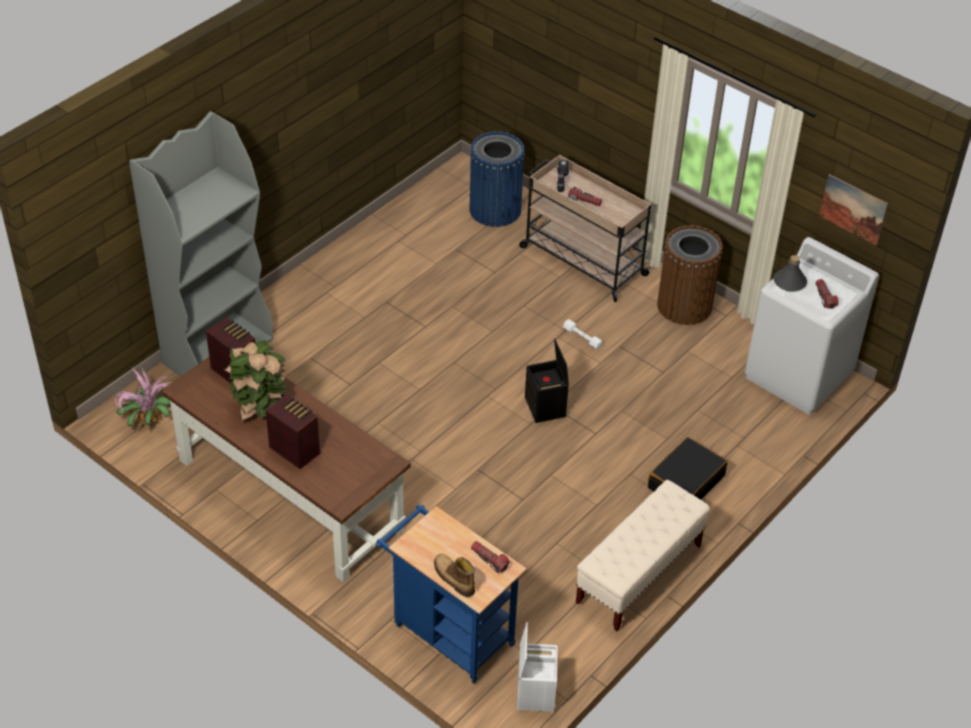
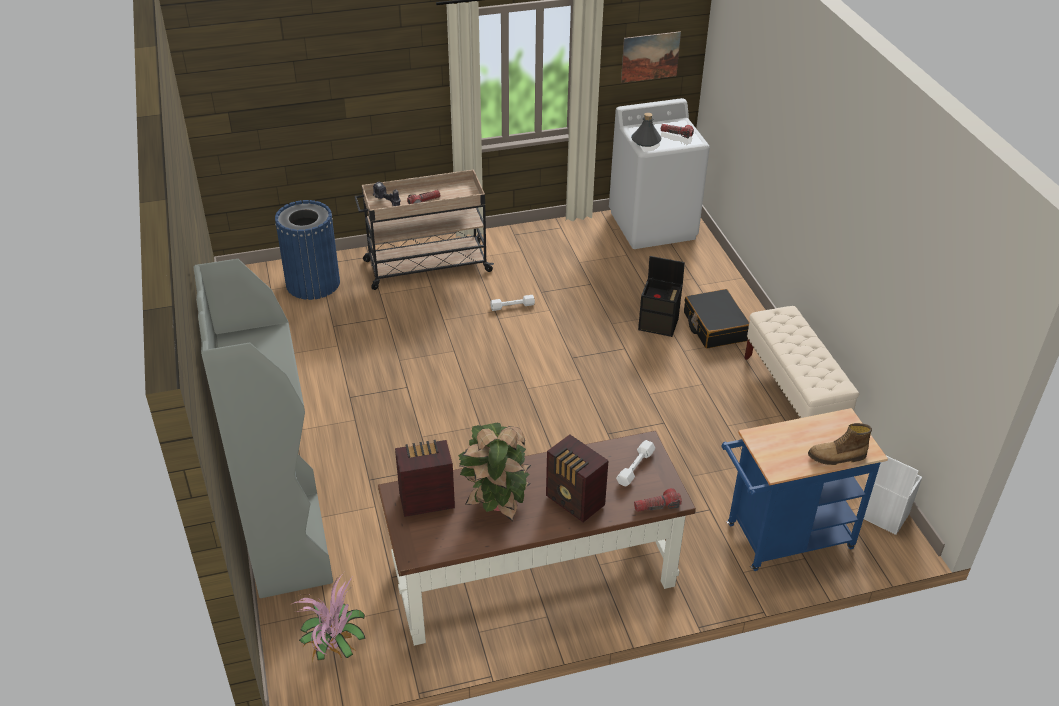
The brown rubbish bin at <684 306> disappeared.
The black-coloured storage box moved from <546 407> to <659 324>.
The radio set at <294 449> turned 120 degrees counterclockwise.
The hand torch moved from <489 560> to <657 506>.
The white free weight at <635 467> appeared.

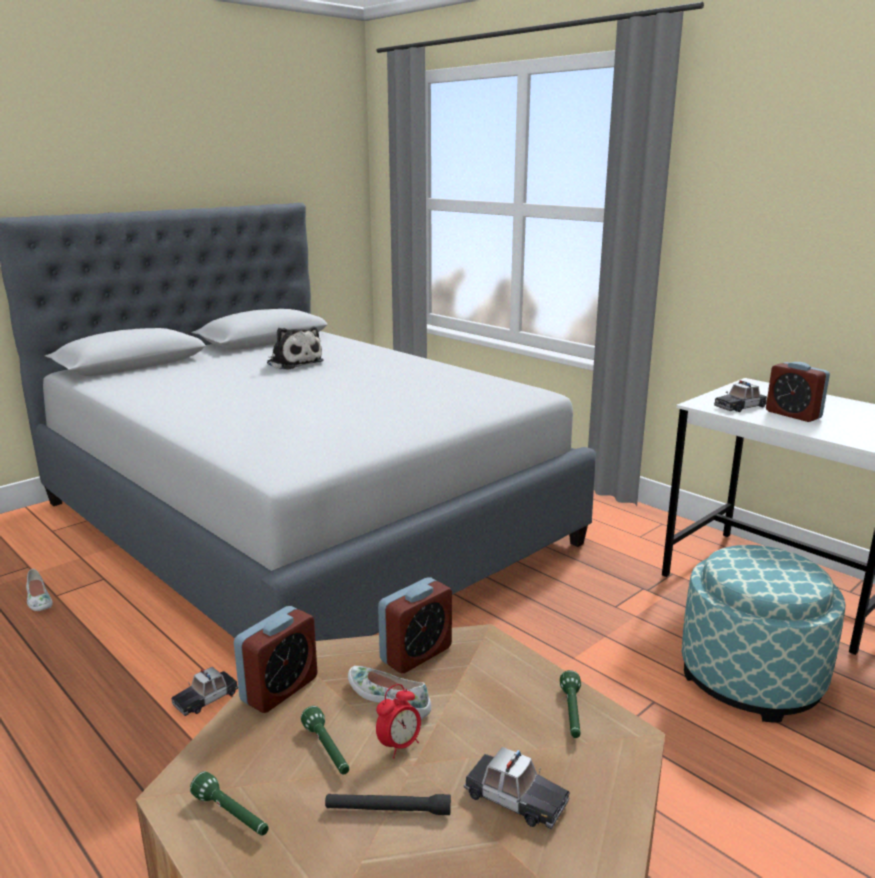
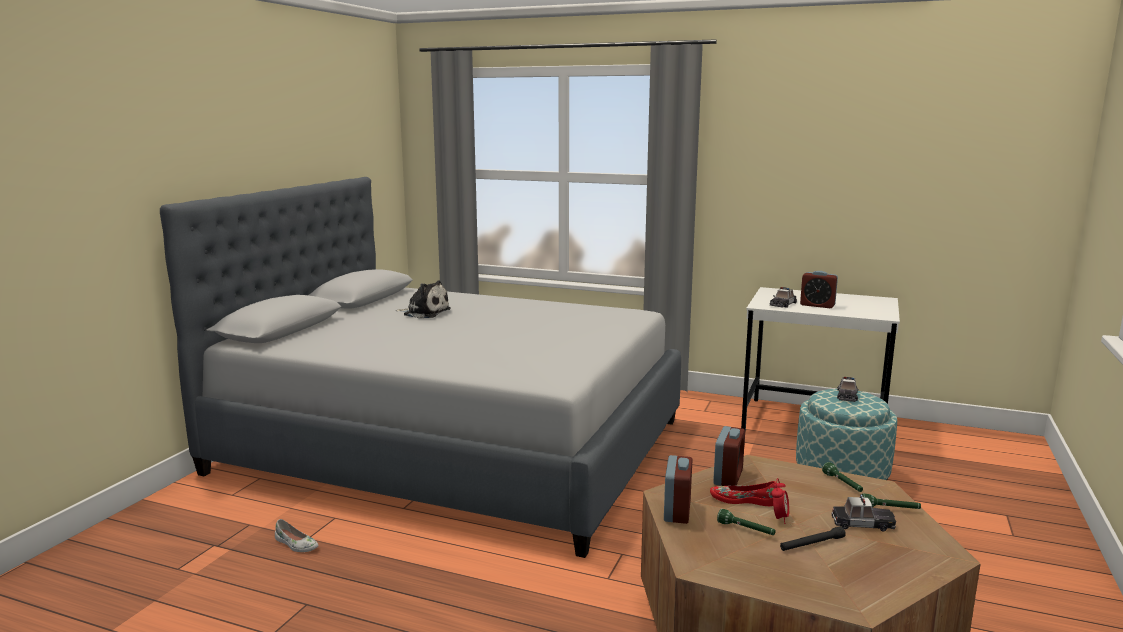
The white item of footwear at <389 697> became the red item of footwear at <743 500>.
The model car moved from <206 698> to <847 395>.
The green-coloured hand torch moved from <232 815> to <890 509>.

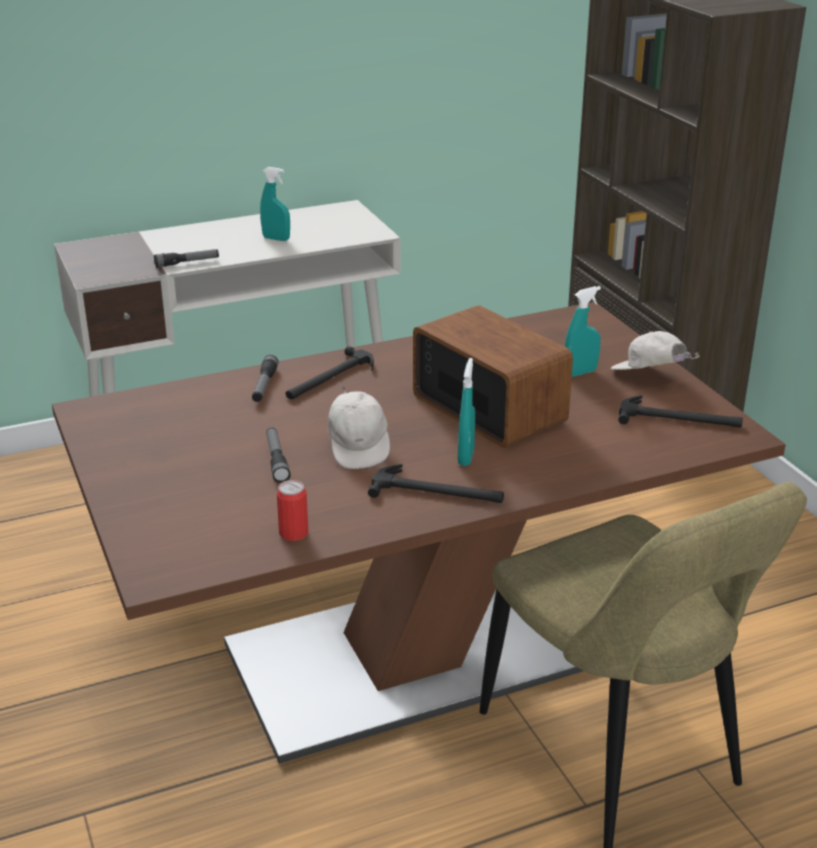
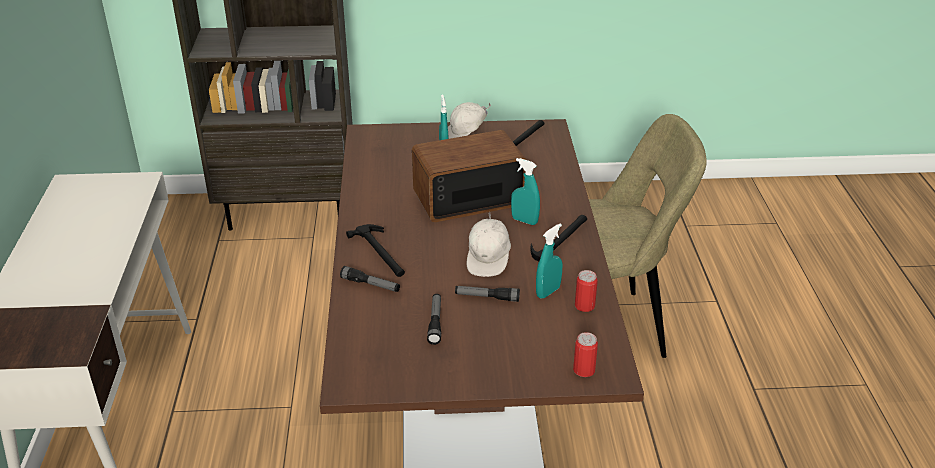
The turquoise sprayer moved from <276 239> to <548 292>.
The hand torch moved from <187 263> to <435 322>.
The white baseball cap at <359 447> turned 90 degrees clockwise.
The metal can at <584 370> appeared.

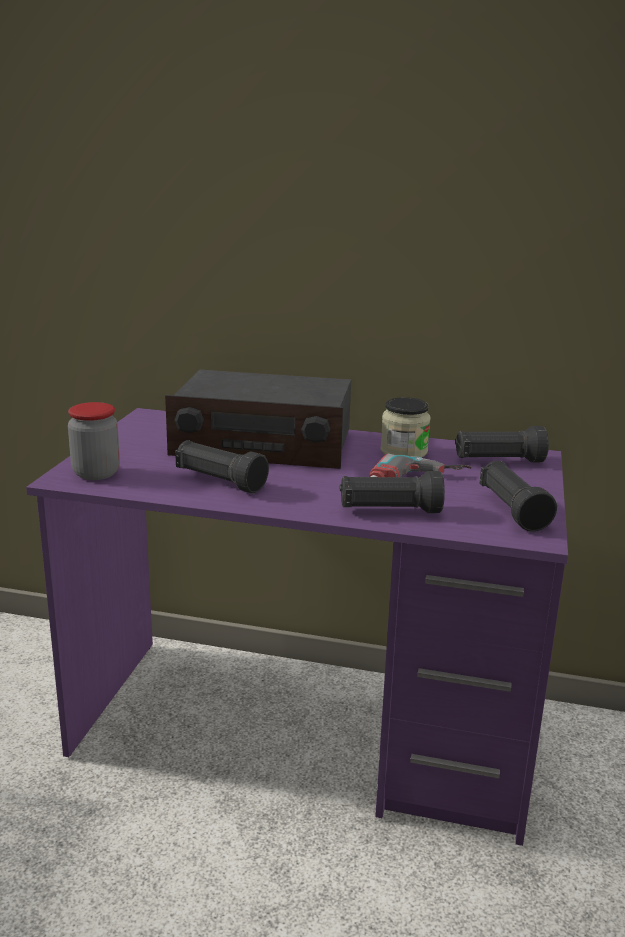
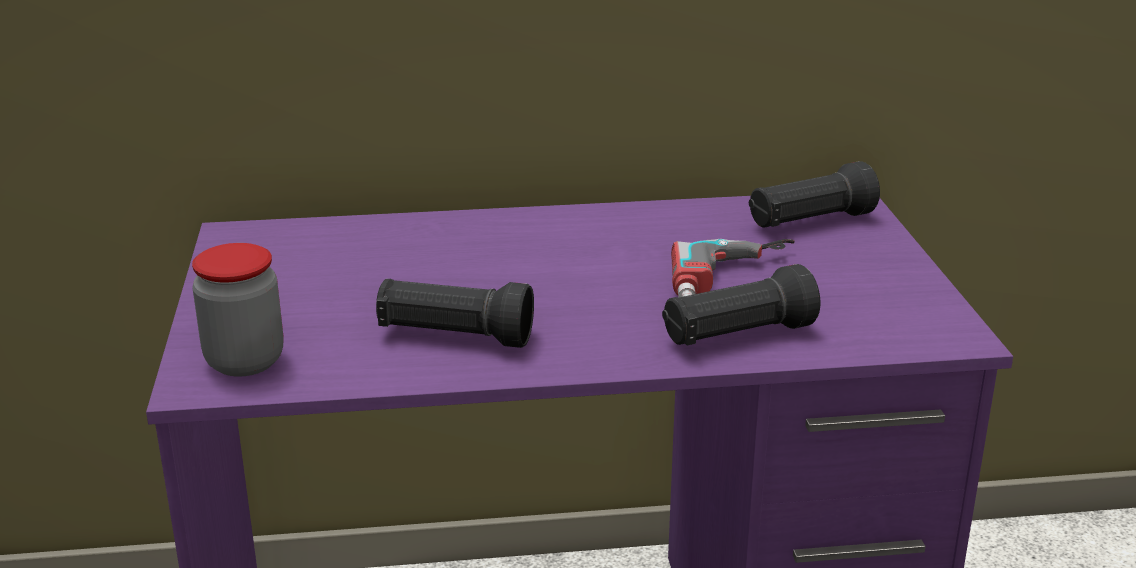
The radio set at <263 443> disappeared.
The preserve jar at <403 451> disappeared.
The black-coloured hand torch at <512 510> disappeared.

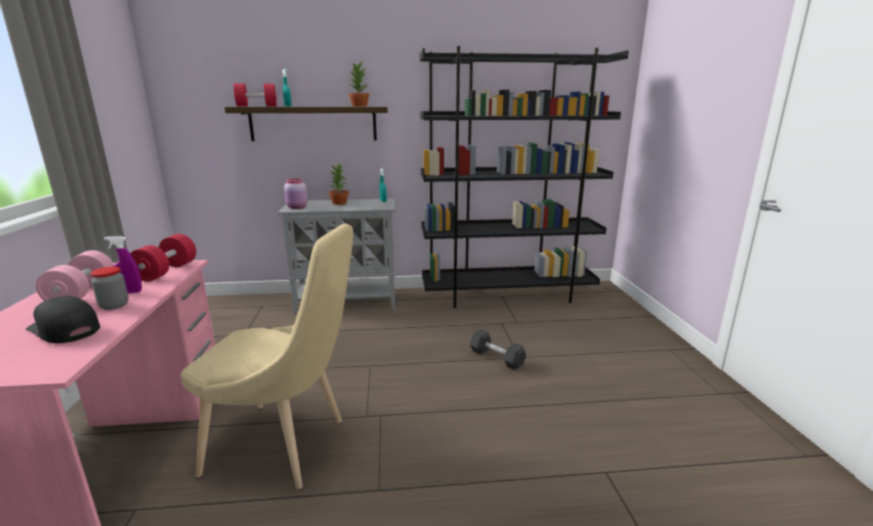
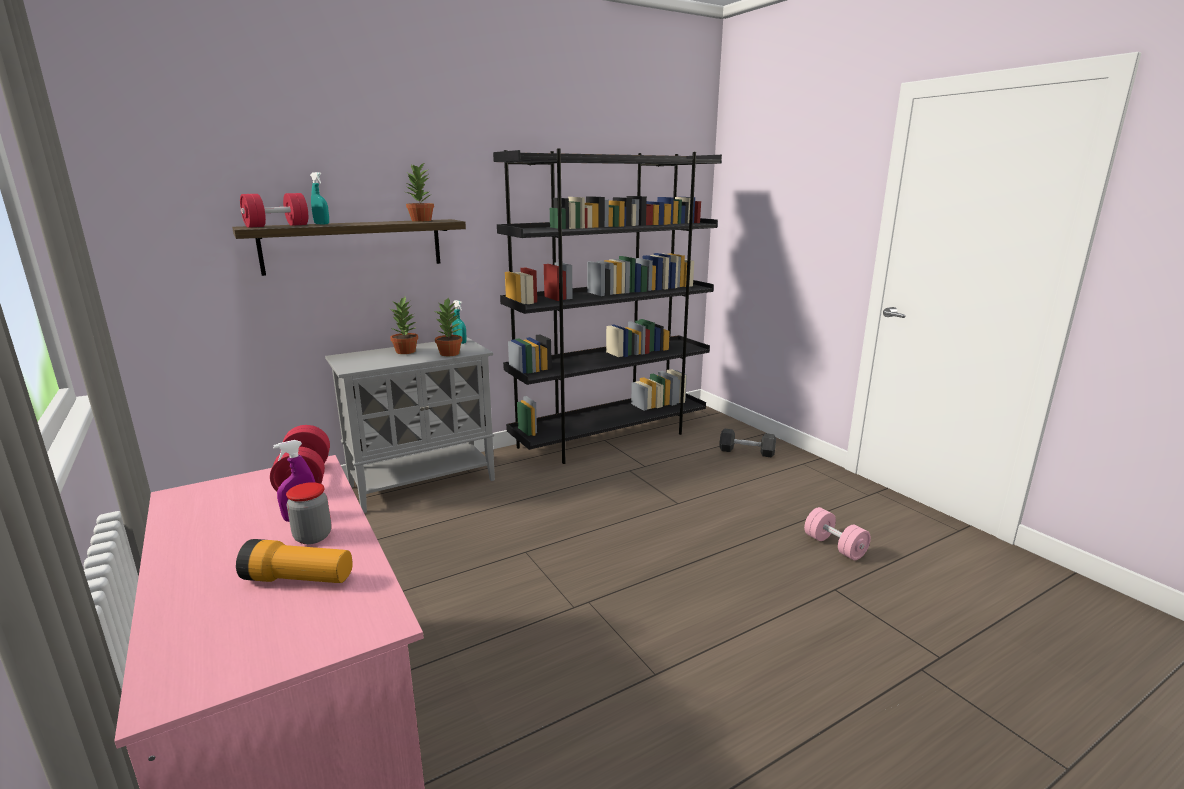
The pink preserve jar at <297 207> disappeared.
The beige chair at <285 446> disappeared.
The pink free weight moved from <82 293> to <834 546>.
The black-coloured baseball cap at <65 329> was replaced by the hand torch at <299 579>.
The black-coloured free weight moved from <496 358> to <746 451>.
The houseplant at <450 353> appeared.

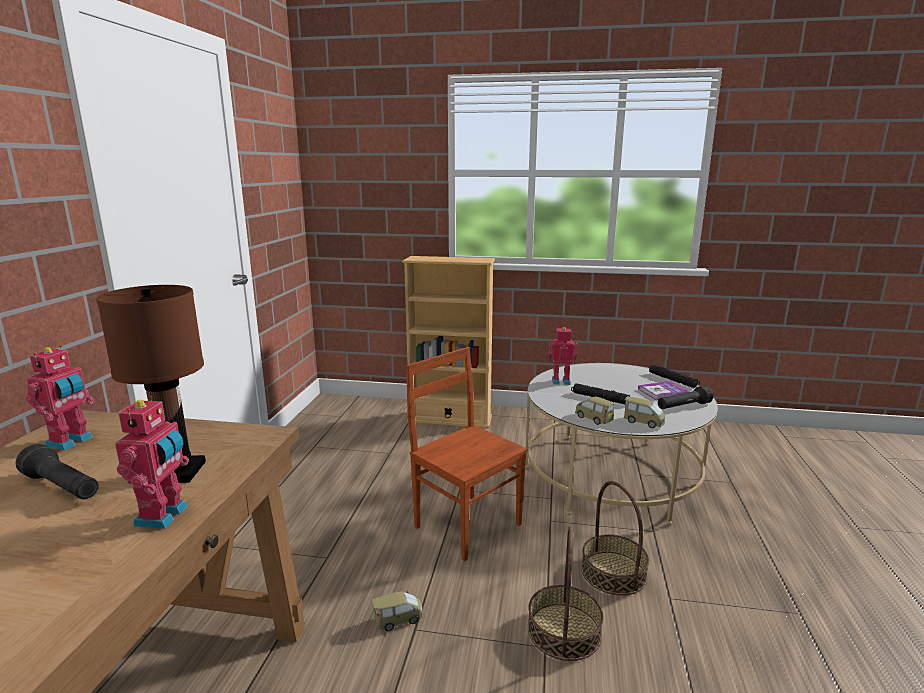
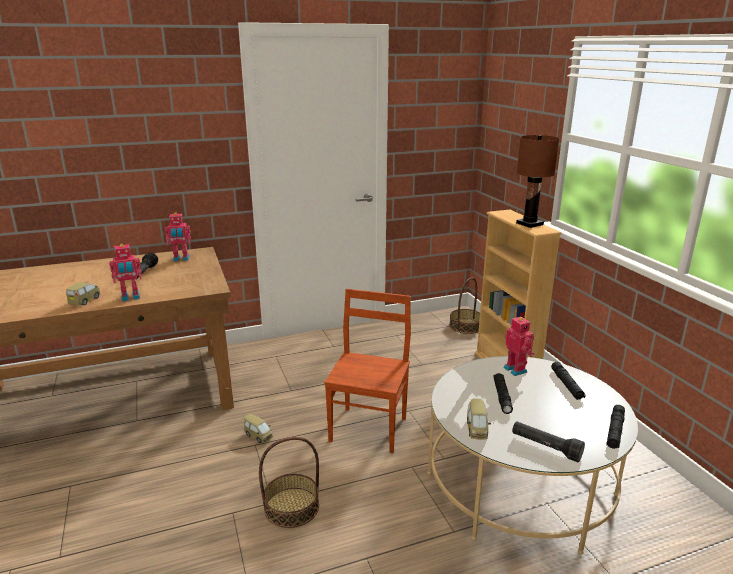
The brown tabletop lamp moved from <178 471> to <530 224>.
The bound book at <663 392> disappeared.
The model car moved from <593 418> to <85 300>.
The household basket moved from <613 572> to <465 326>.
The black-coloured hand torch at <566 385> appeared.

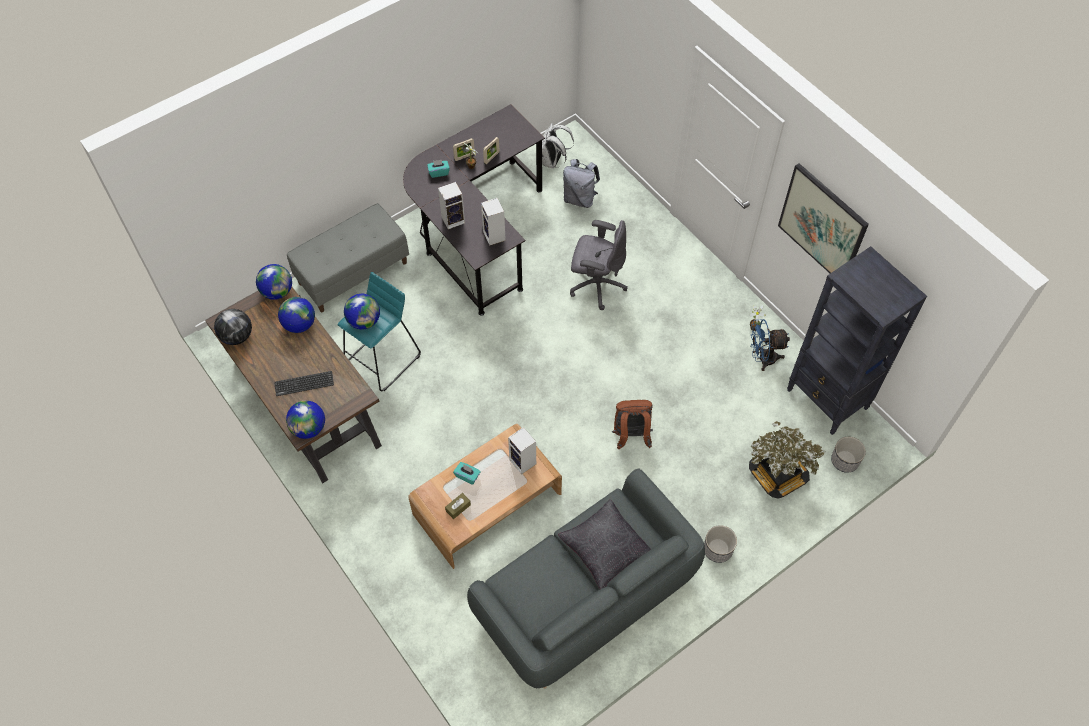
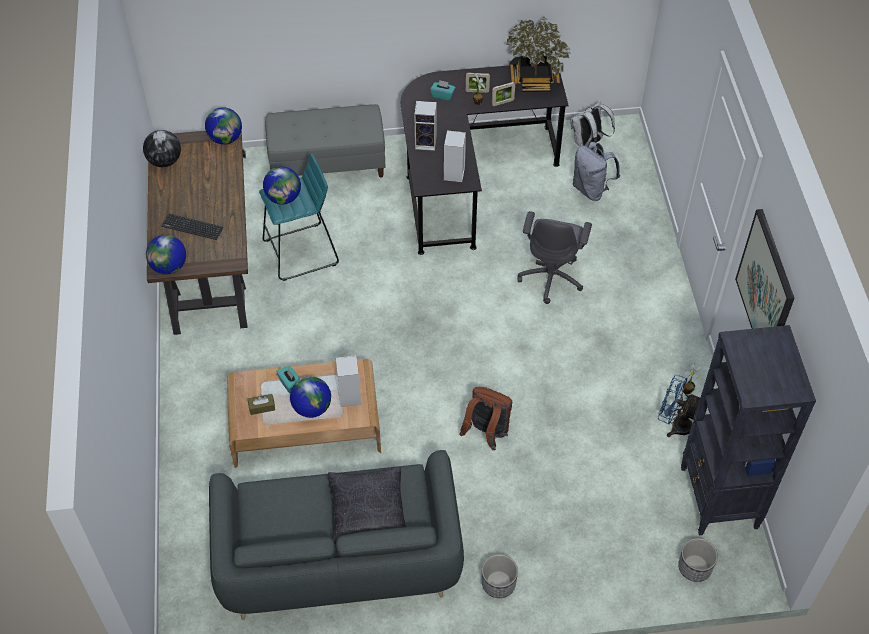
The grey computer chair at <596 285> turned 60 degrees clockwise.
The desk globe moved from <299 324> to <311 408>.
The houseplant moved from <777 474> to <534 80>.

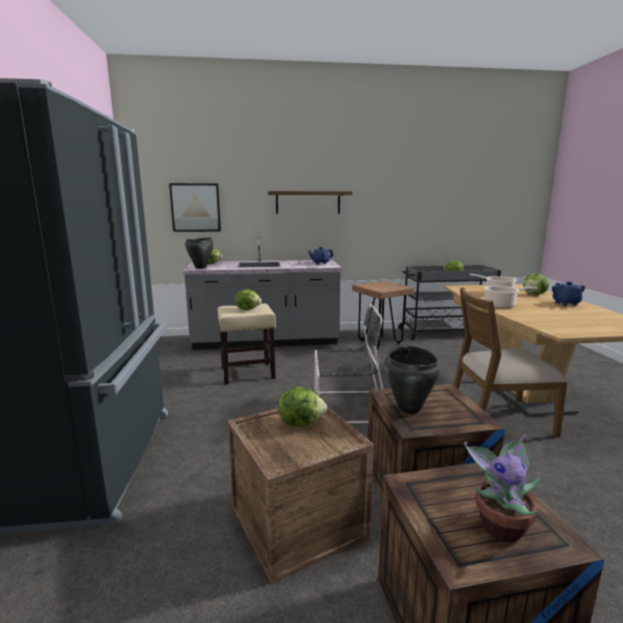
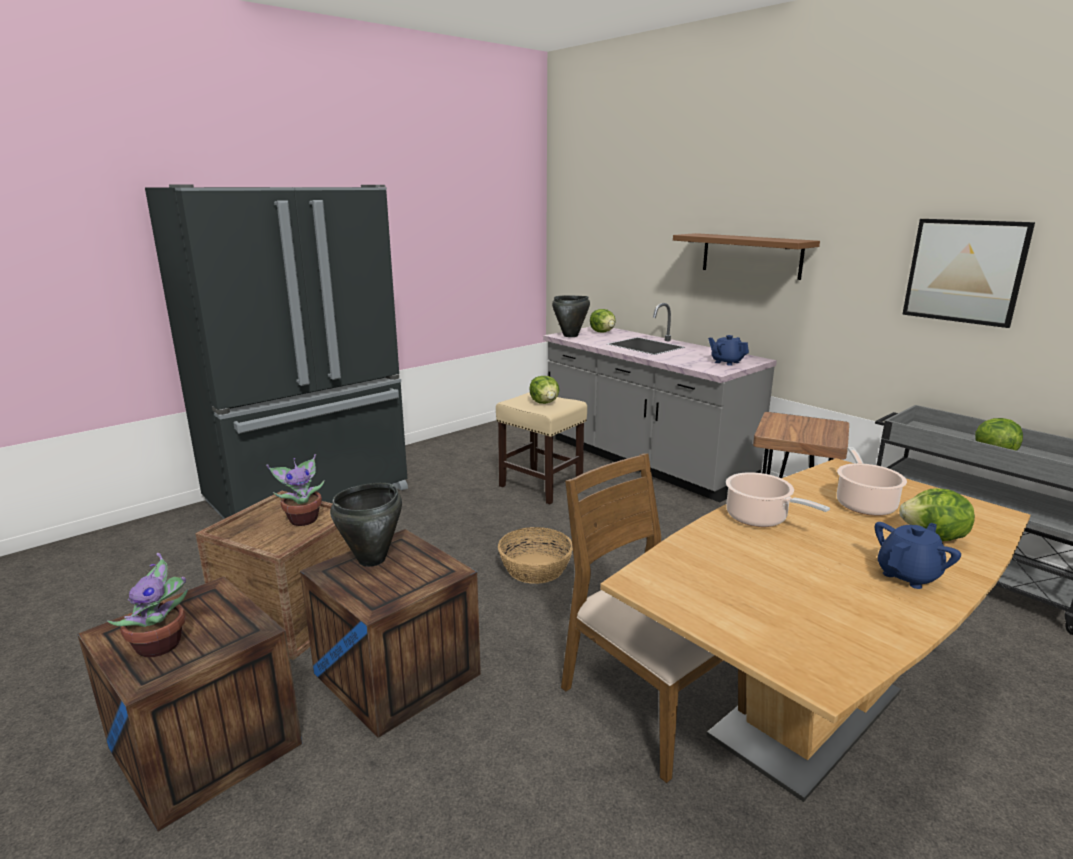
The picture moved from <195 207> to <964 271>.
The black-coloured chair at <346 406> was replaced by the household basket at <535 569>.
The head of lettuce at <300 423> was replaced by the houseplant at <303 519>.

